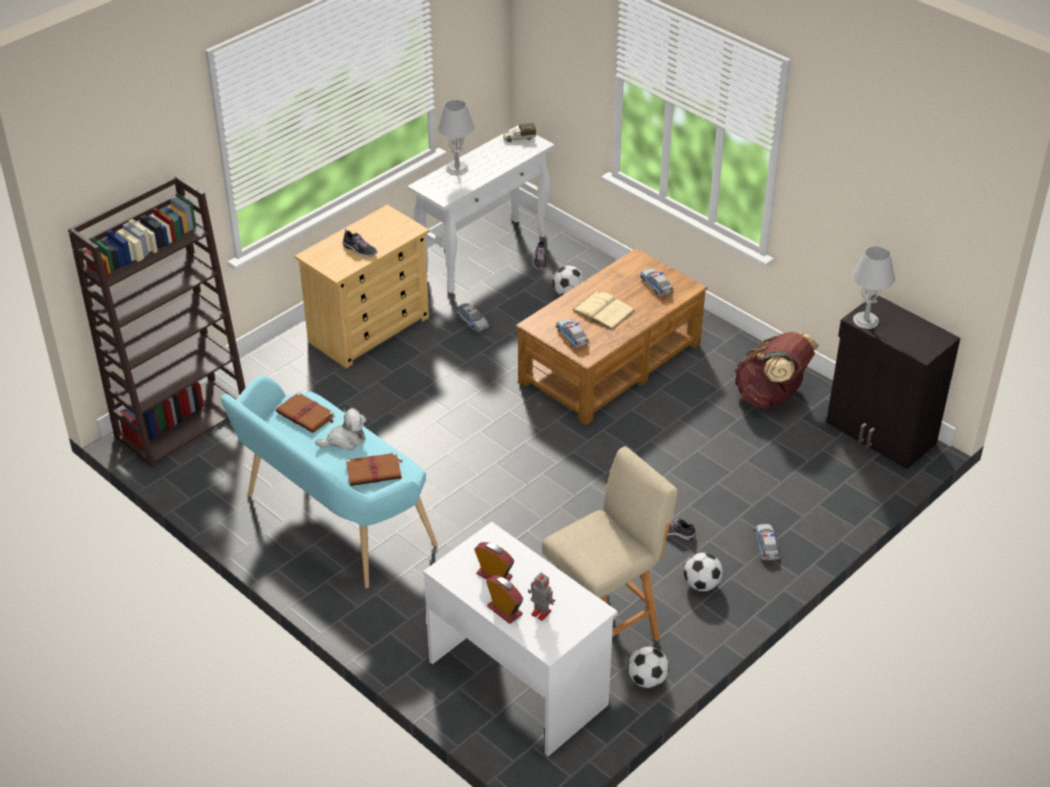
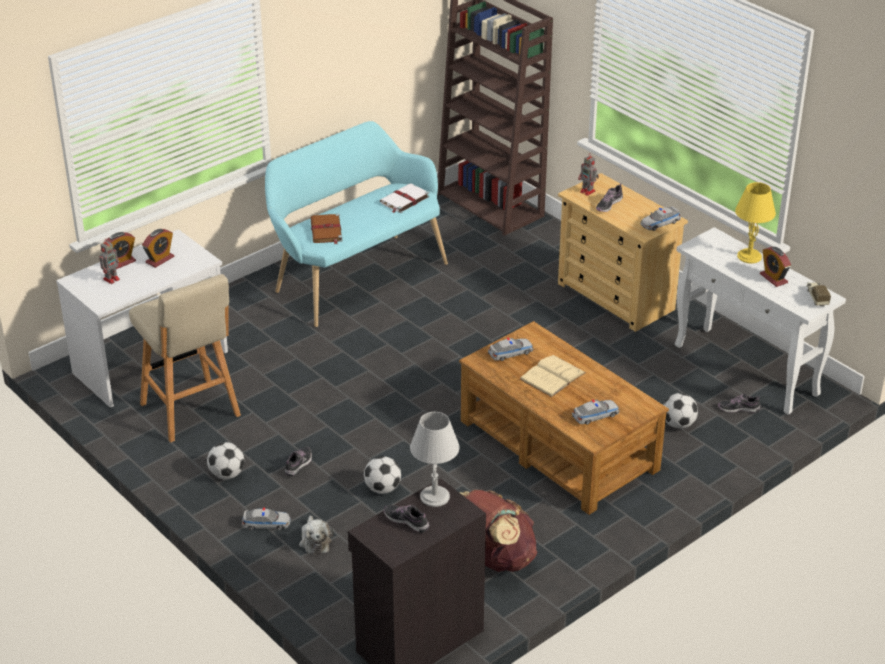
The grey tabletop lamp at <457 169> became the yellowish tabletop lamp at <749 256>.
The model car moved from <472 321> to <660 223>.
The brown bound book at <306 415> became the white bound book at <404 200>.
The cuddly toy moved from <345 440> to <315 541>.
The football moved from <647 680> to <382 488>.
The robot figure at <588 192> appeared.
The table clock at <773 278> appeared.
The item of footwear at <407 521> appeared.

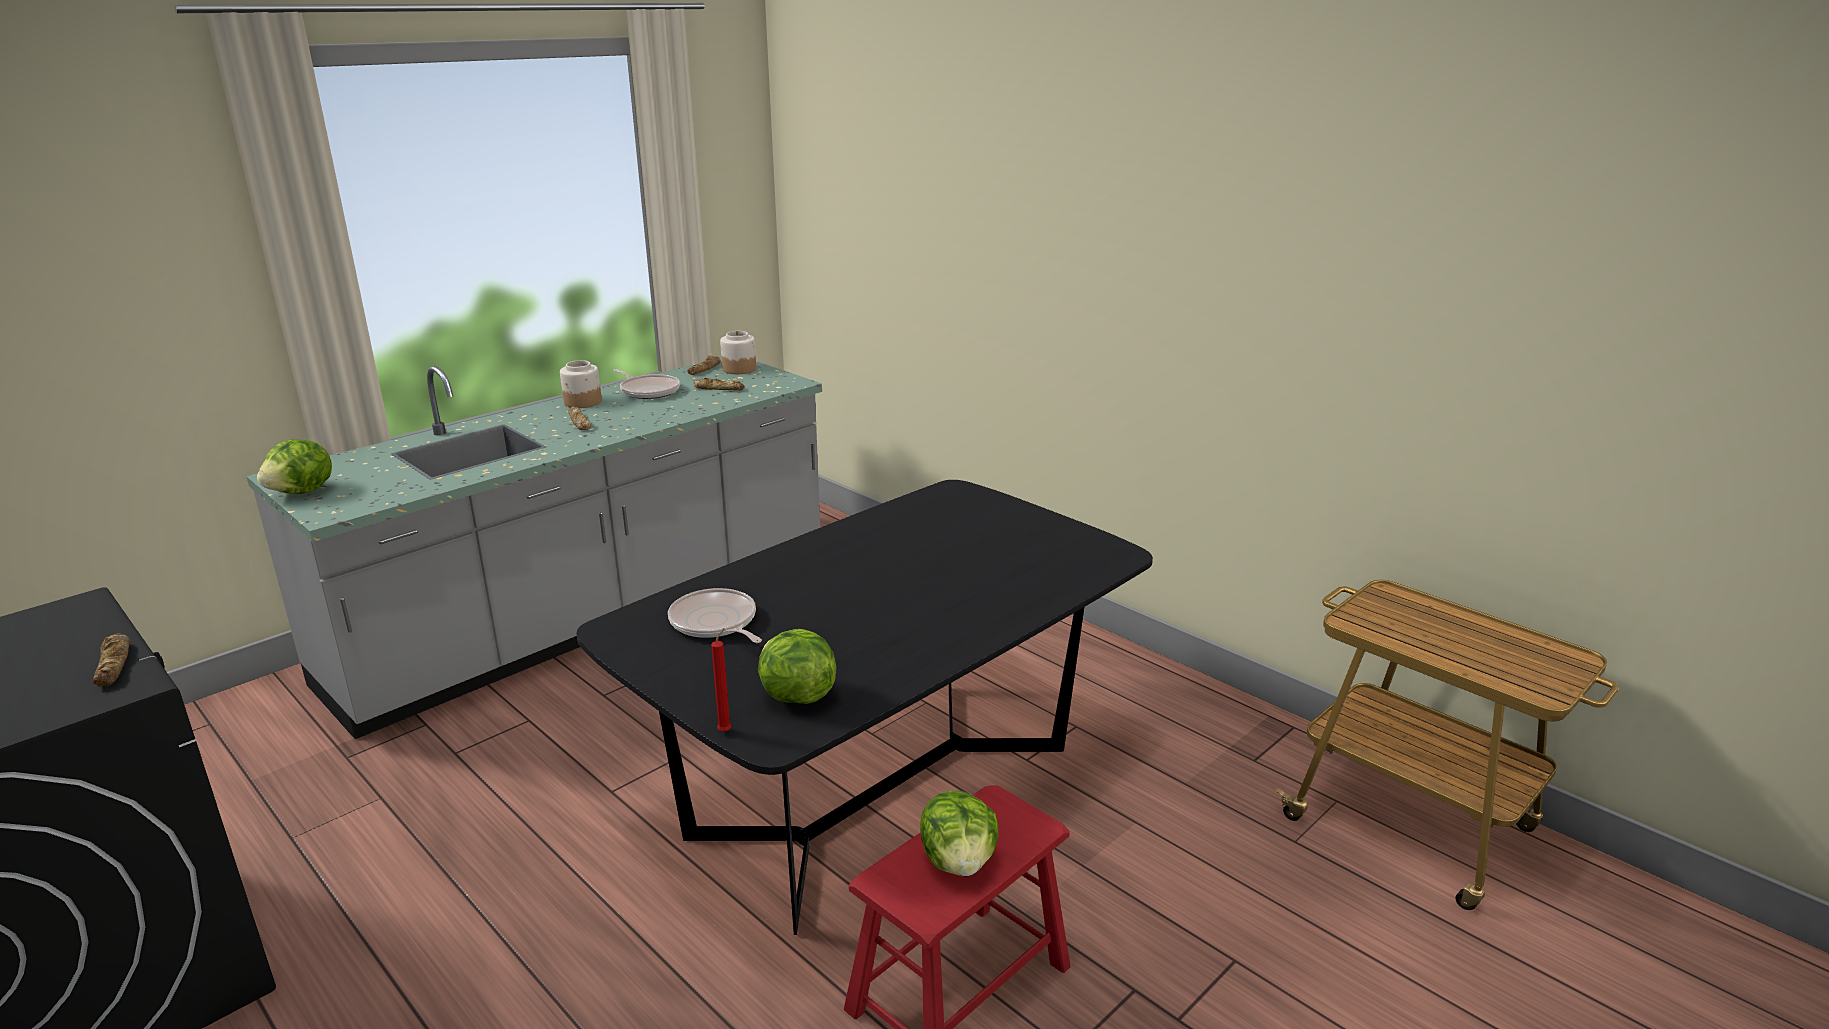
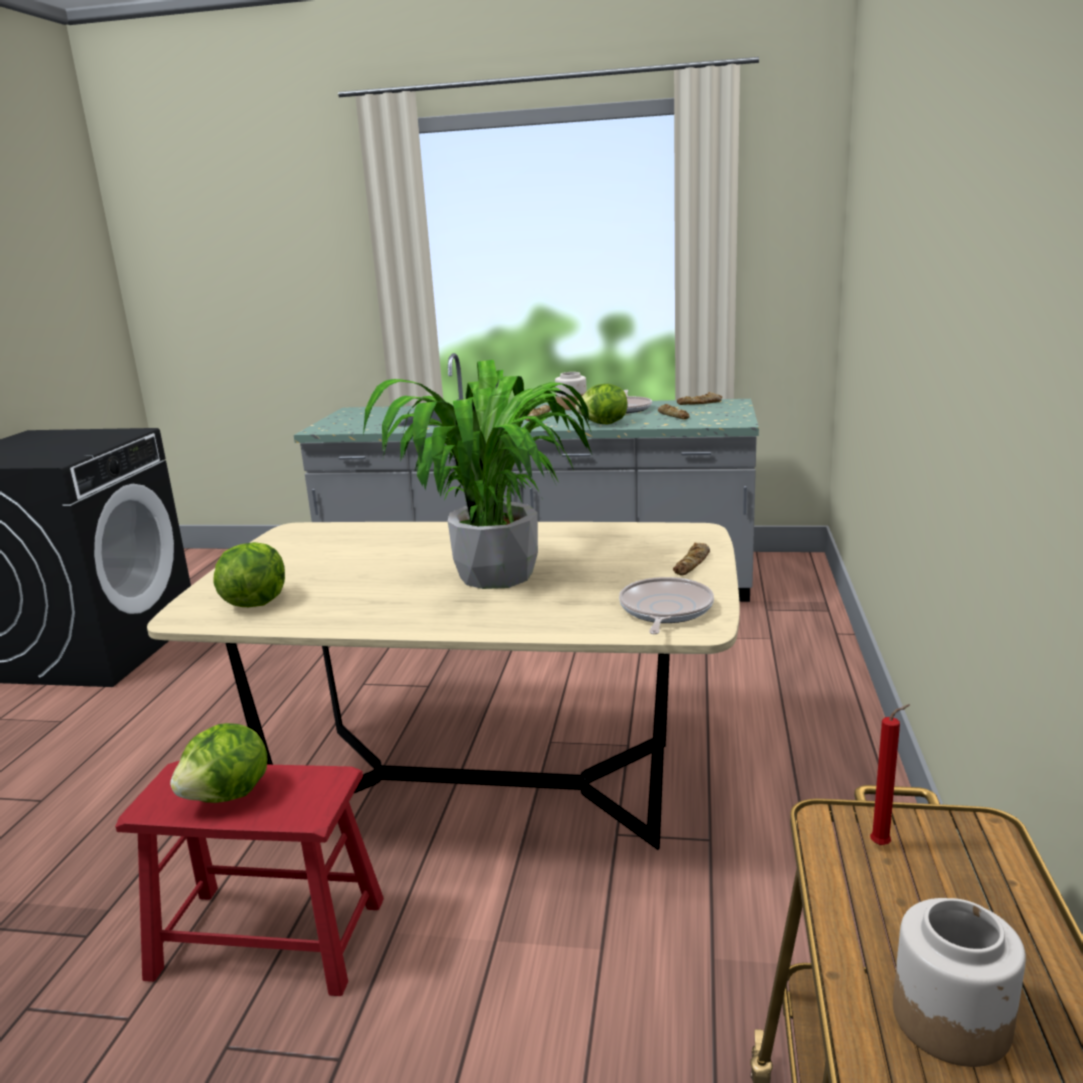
The preserve jar moved from <739 369> to <951 1018>.
The head of lettuce moved from <303 492> to <604 424>.
The black-coloured dining table at <885 793> became the beige dining table at <479 785>.
The skillet moved from <715 623> to <664 611>.
The red wax candle moved from <726 730> to <883 845>.
The baked bread moved from <114 665> to <693 564>.
The houseplant at <497 576> appeared.

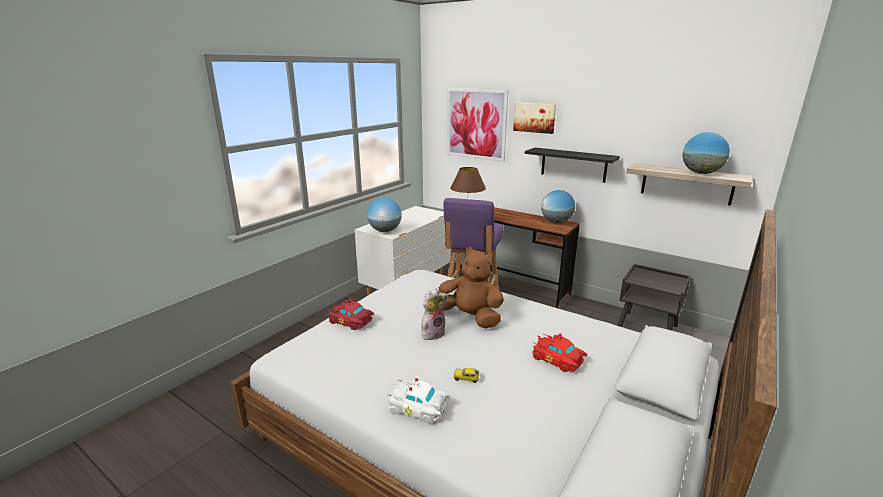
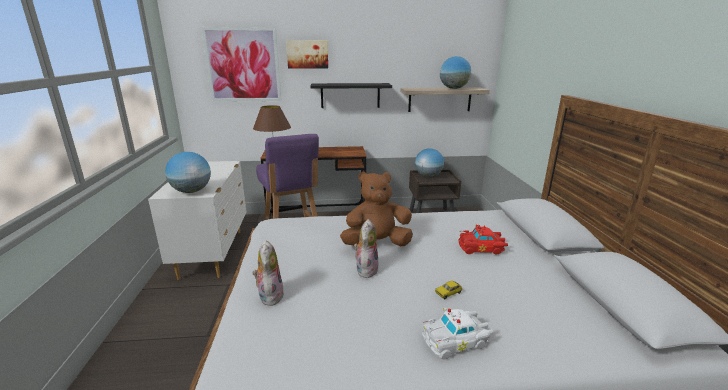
The desk globe moved from <556 222> to <428 176>.
The red model car at <351 322> was replaced by the cuddly toy at <269 295>.

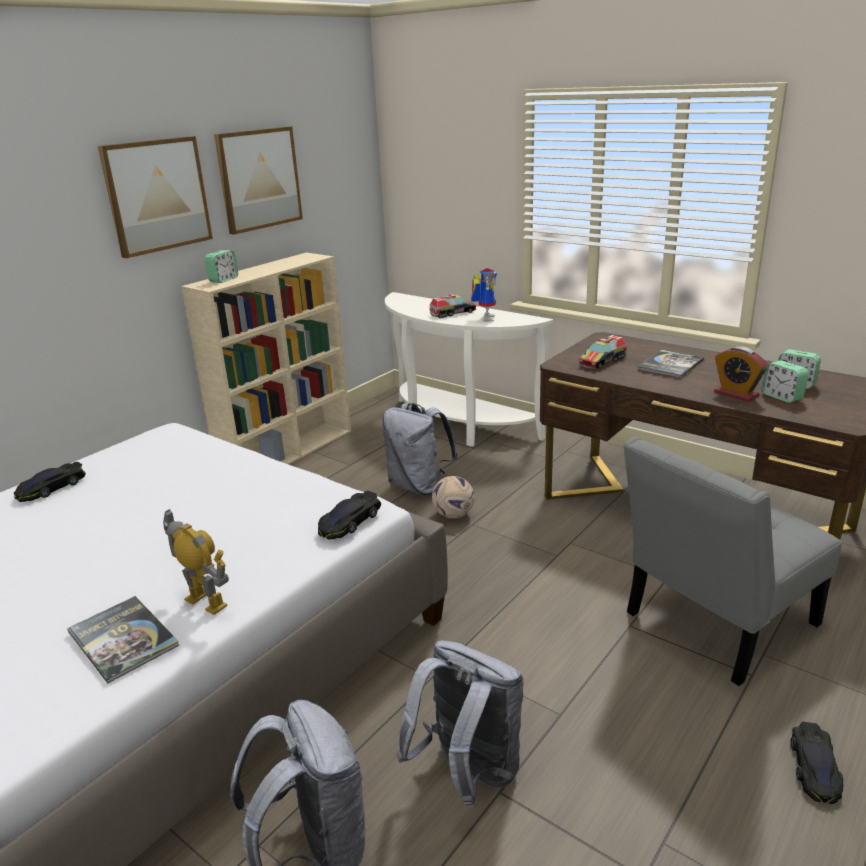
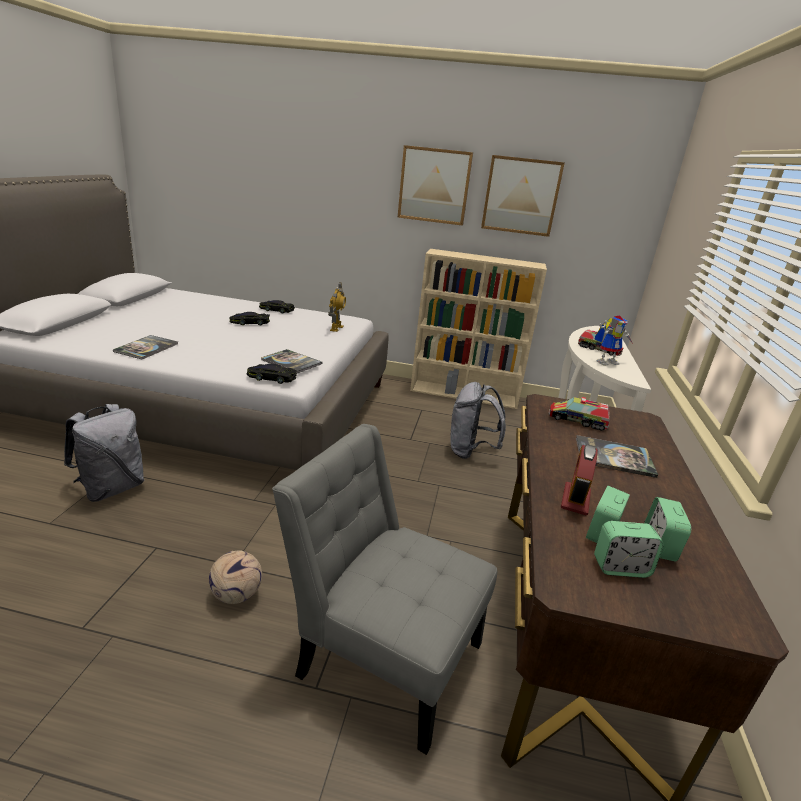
The table clock moved from <223 280> to <621 567>.
The football moved from <453 515> to <235 595>.
The robot figure moved from <206 602> to <336 328>.
The grey knapsack at <468 773> disappeared.
The black-coloured model car moved from <814 768> to <249 322>.
The bound book at <291 362> appeared.

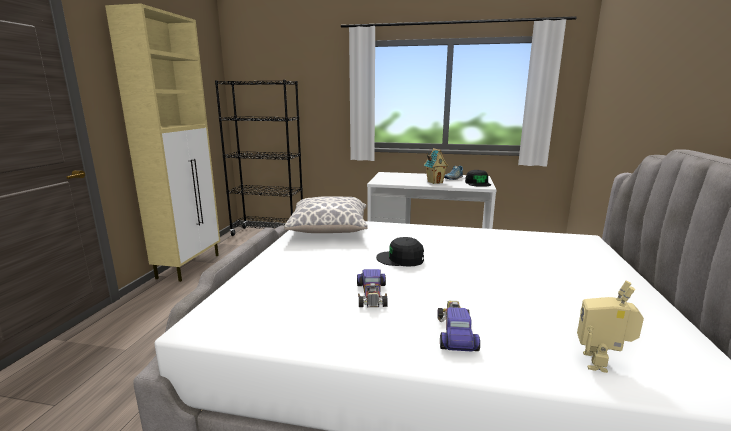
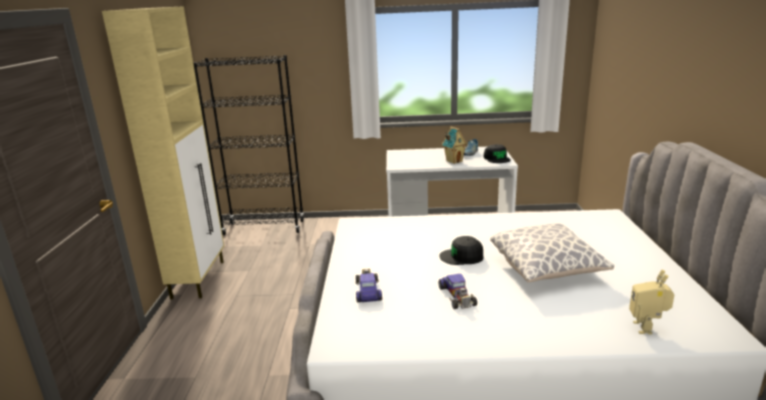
The cushion moved from <329 230> to <547 269>.
The model car moved from <455 333> to <368 291>.

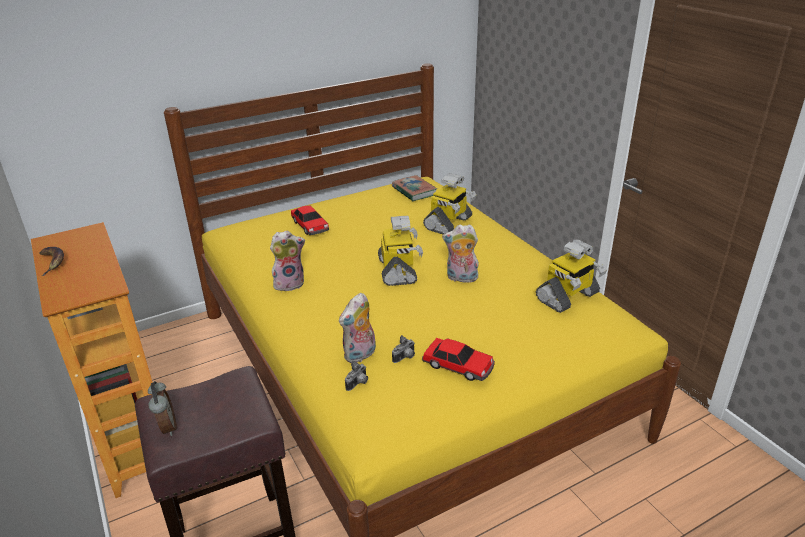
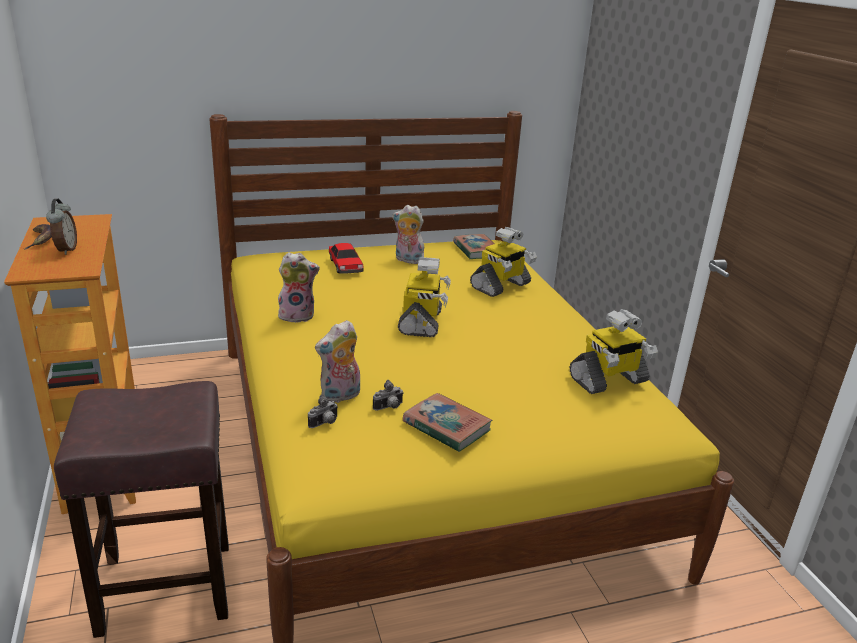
The cuddly toy moved from <461 278> to <407 260>.
The model car at <458 366> was replaced by the bound book at <446 426>.
The table clock moved from <167 427> to <65 250>.

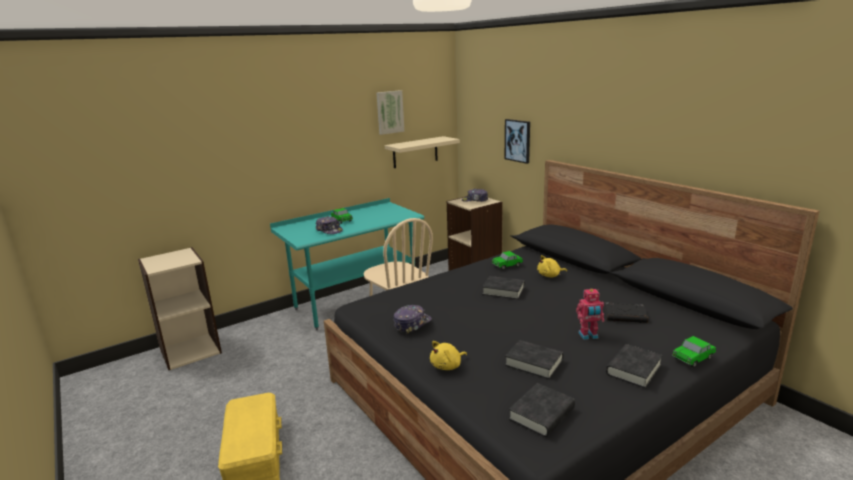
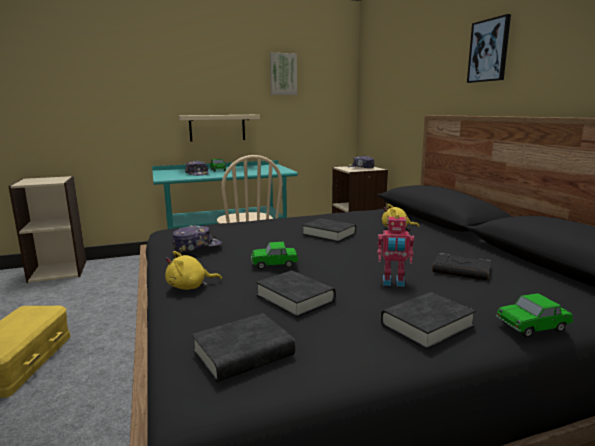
The picture moved from <518 140> to <489 50>.
The beige bracket shelf moved from <415 152> to <217 127>.
The model car moved from <507 265> to <274 264>.

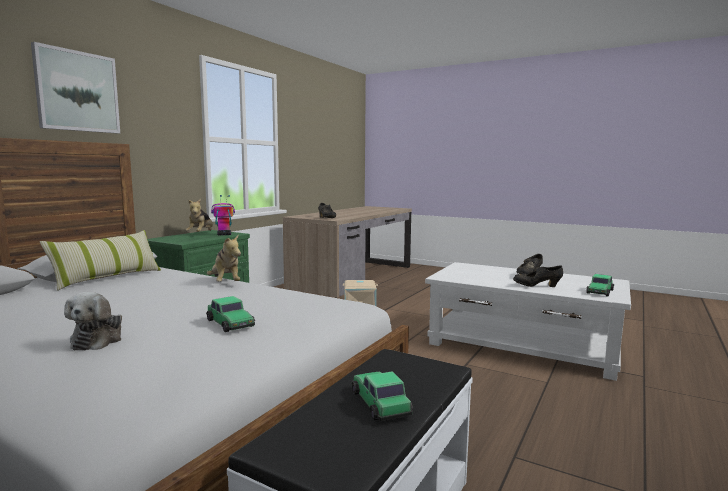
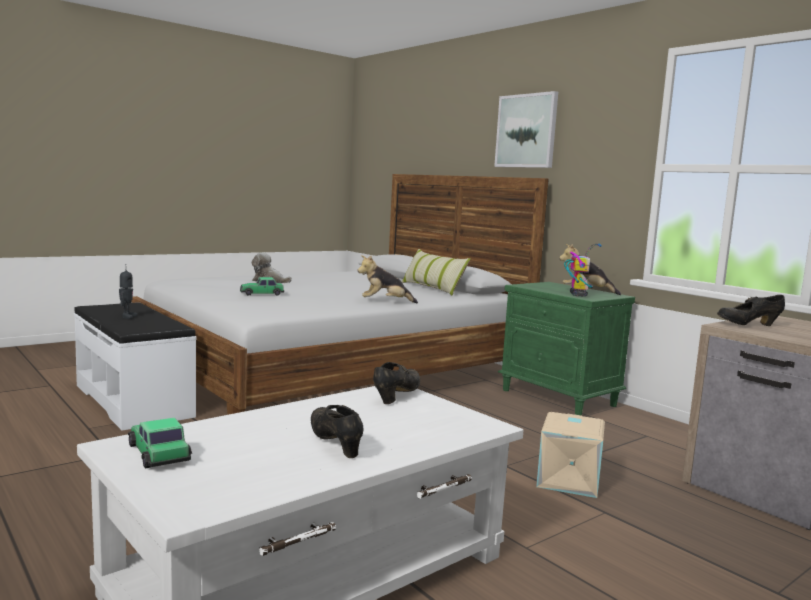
The black-coloured item of footwear moved from <537 286> to <397 396>.
The model car at <380 403> was replaced by the robot figure at <127 317>.

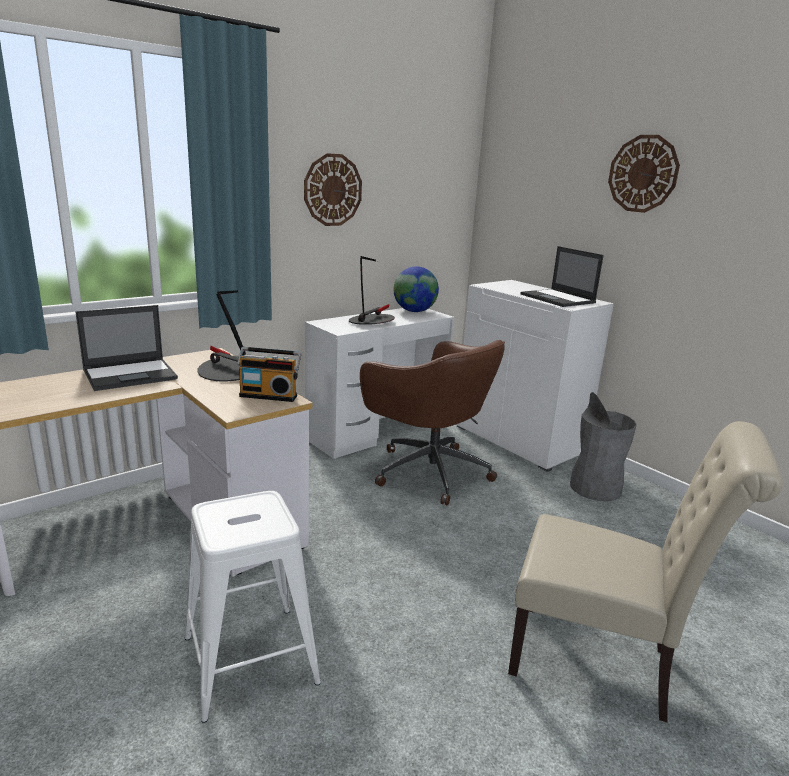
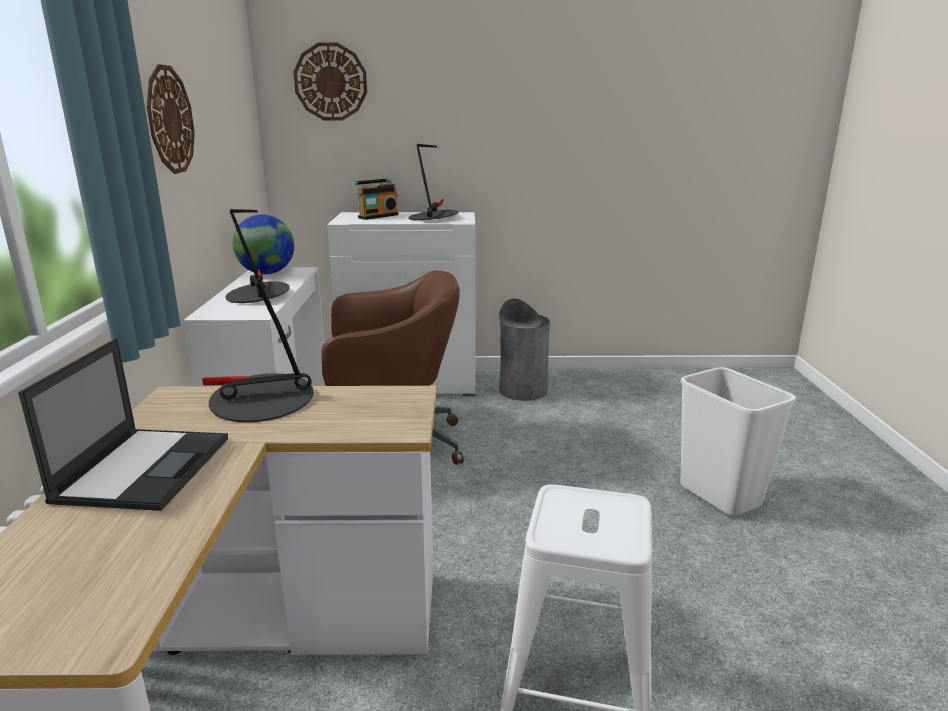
The wall clock moved from <643 174> to <330 82>.
The laptop at <558 299> was replaced by the tabletop lamp at <433 218>.
The radio set moved from <269 395> to <377 216>.
The beige chair at <601 663> was replaced by the white rubbish bin at <721 496>.

